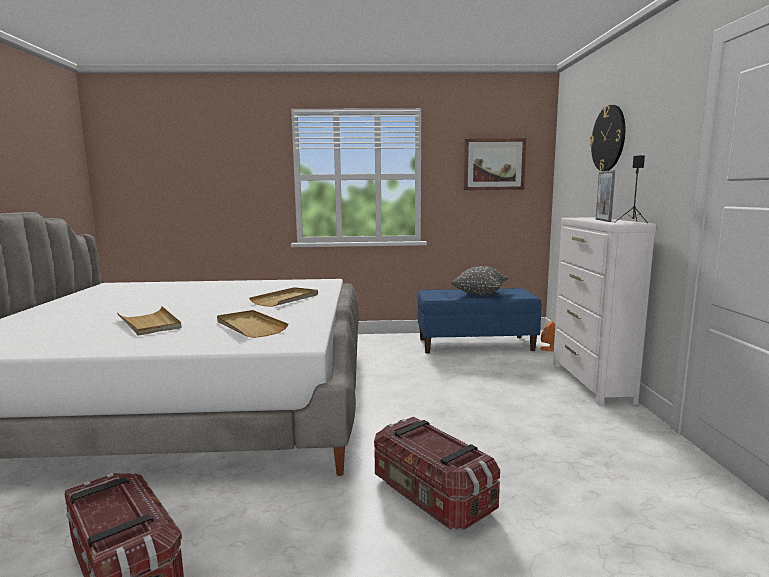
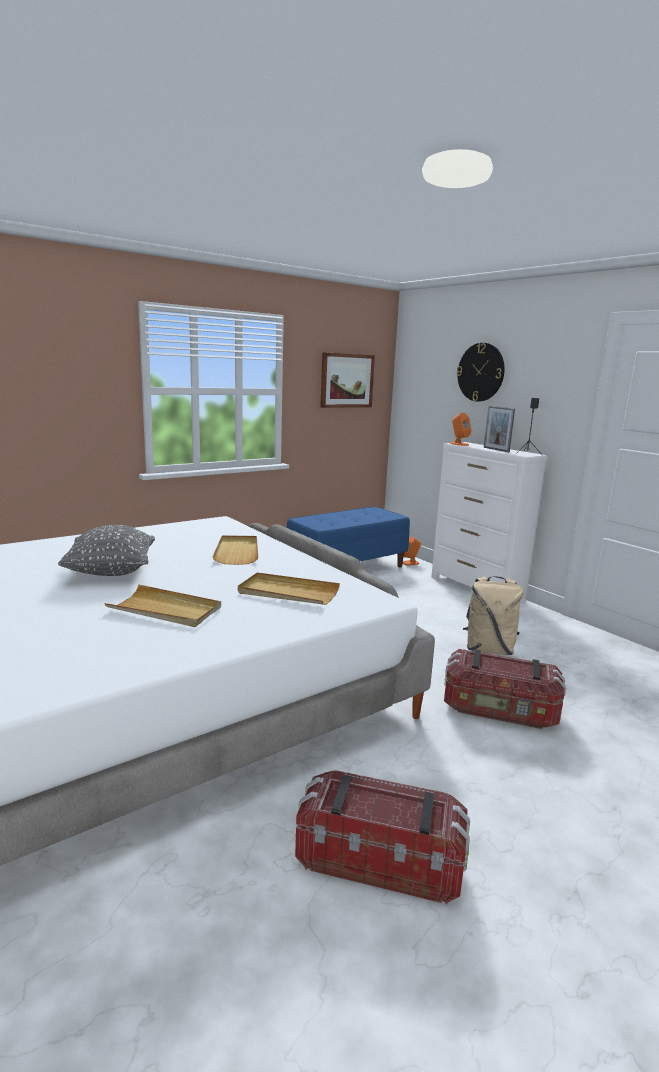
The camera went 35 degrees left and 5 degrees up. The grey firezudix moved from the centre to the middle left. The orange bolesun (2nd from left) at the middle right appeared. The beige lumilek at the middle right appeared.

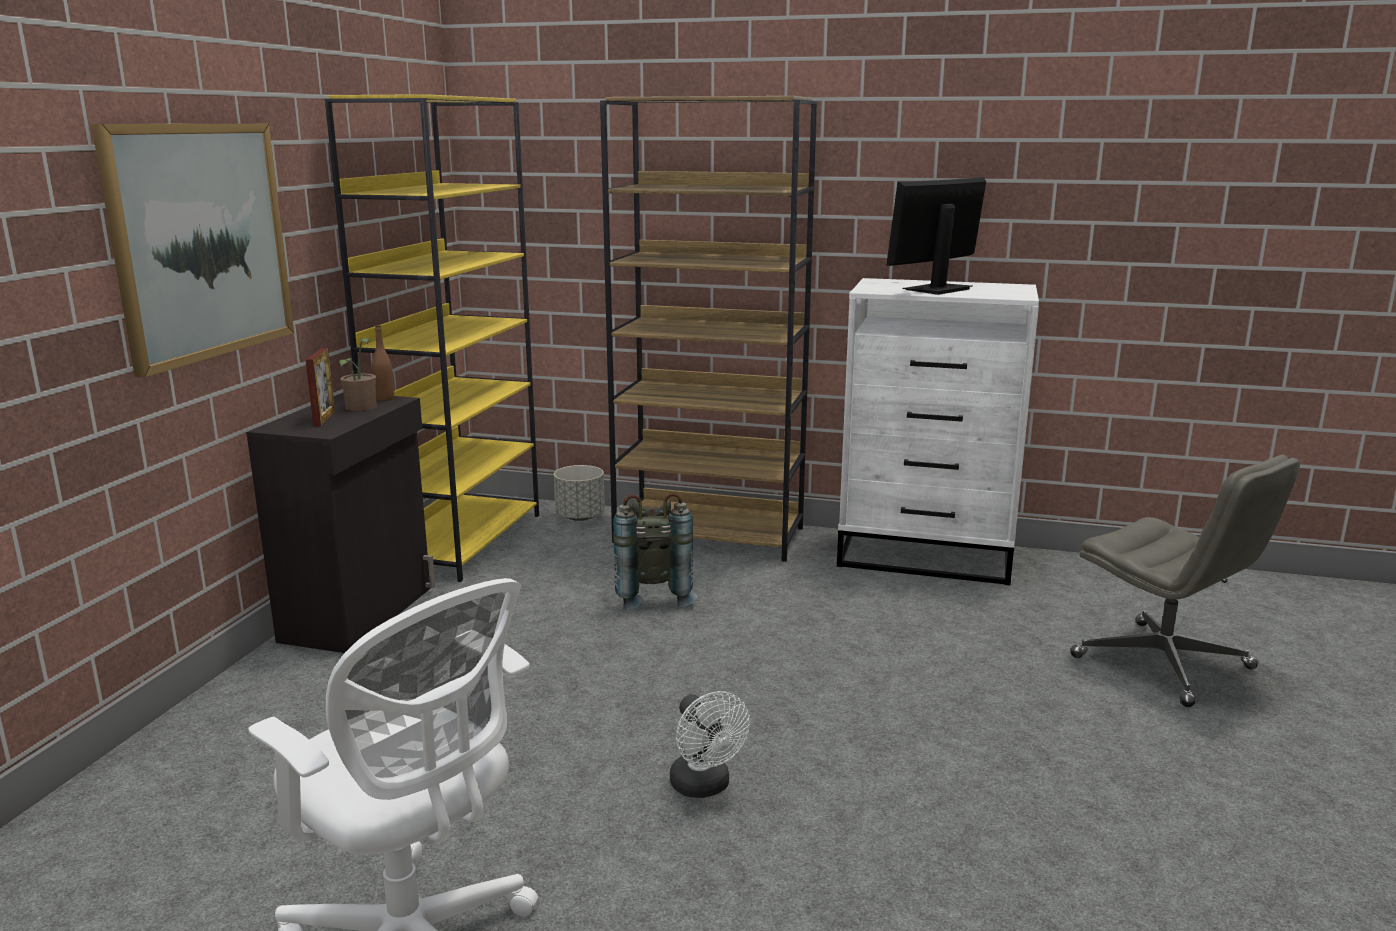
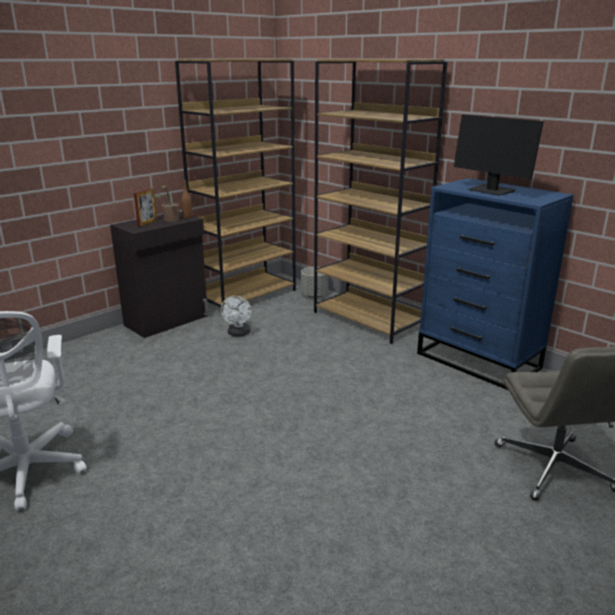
The camera went 30 degrees right and 5 degrees up. The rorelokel at the top left disappeared. The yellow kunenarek at the middle left became the brown kunenarek (1st from left) at the top centre. The grey lumilek at the centre disappeared. The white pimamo moved from the bottom centre to the centre. The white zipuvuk at the middle right became the blue zipuvuk at the middle right. The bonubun at the top right turned 120 degrees counterclockwise.

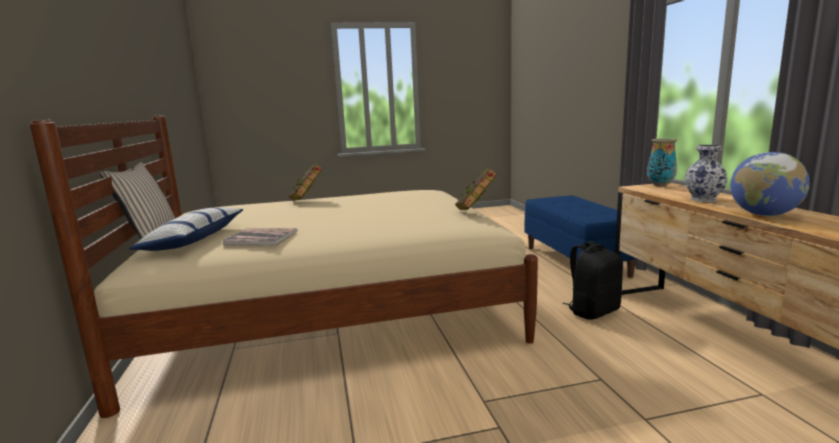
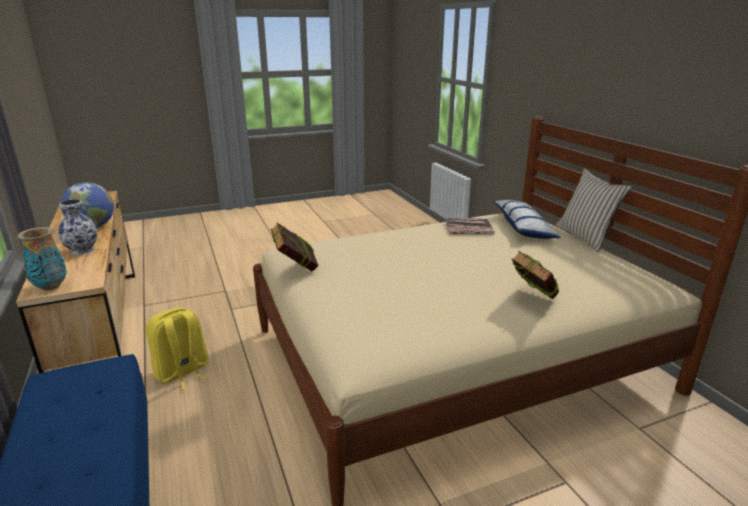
The camera went 170 degrees right and 10 degrees up. The black lumilek at the middle right became the yellow lumilek at the bottom left.

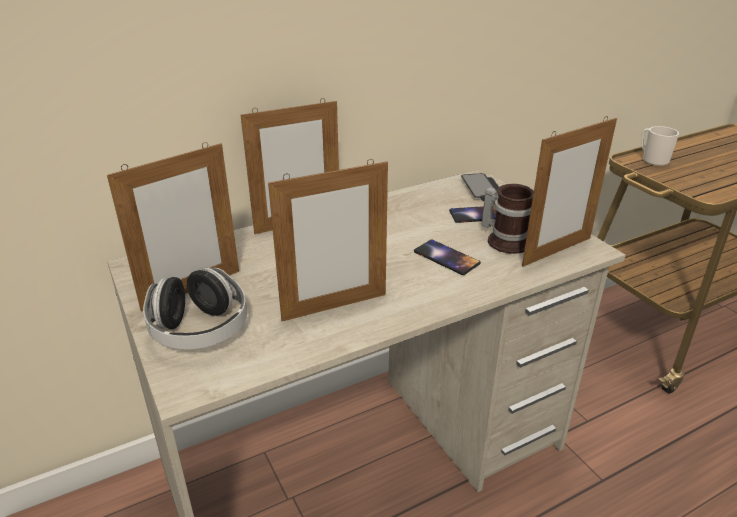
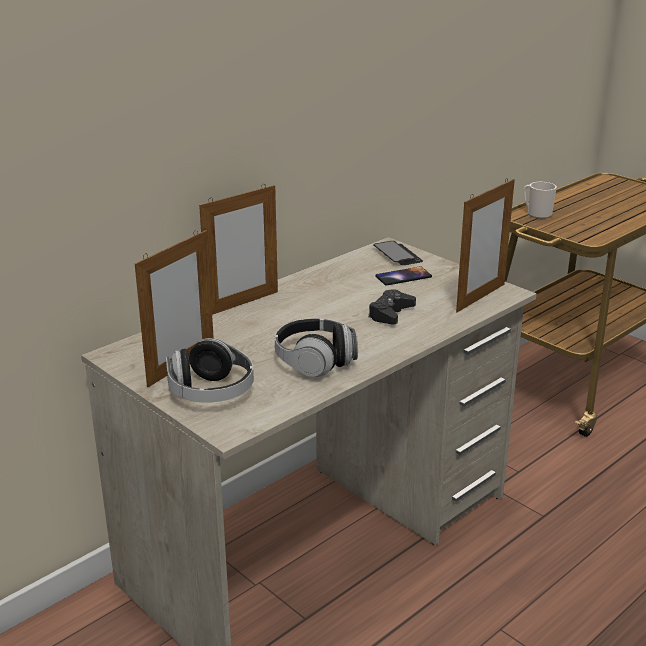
The camera went 15 degrees left and 5 degrees down. The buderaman (3rd from left) at the centre was replaced by the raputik (2nd from left) at the centre. The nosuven (1st from left) at the centre was replaced by the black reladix at the centre. The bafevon (1st from left) at the middle right disappeared.

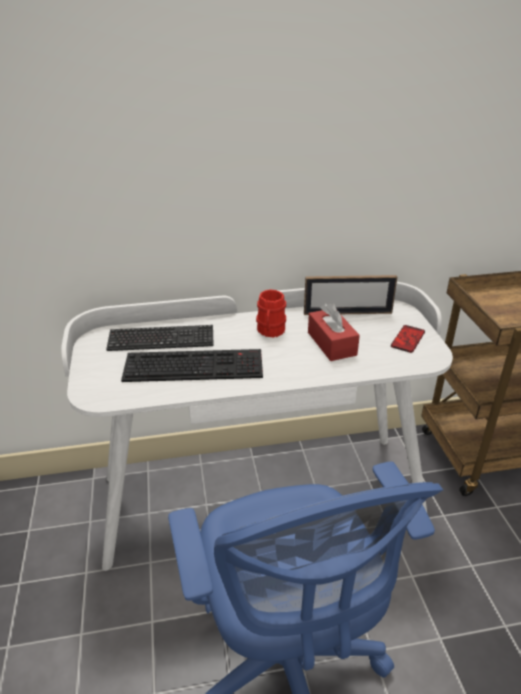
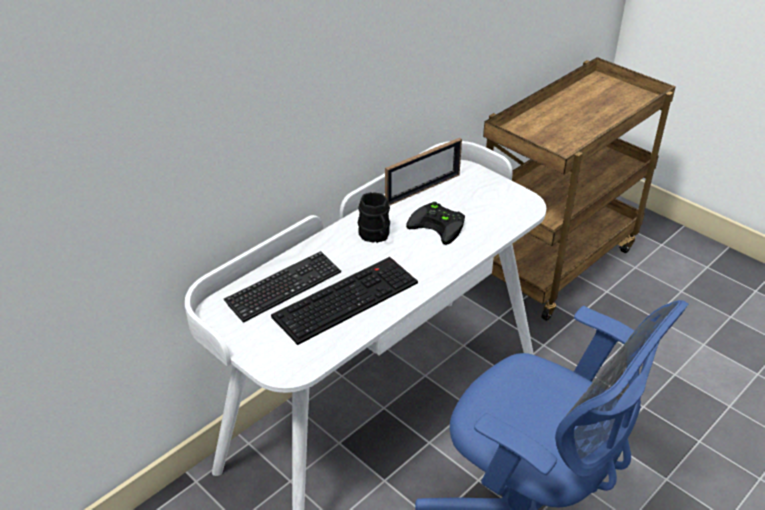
The camera went 35 degrees left and 5 degrees up. The red bafevon at the centre became the black bafevon at the centre. The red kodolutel at the centre was replaced by the black reladix at the centre. The nosuven at the middle right disappeared.

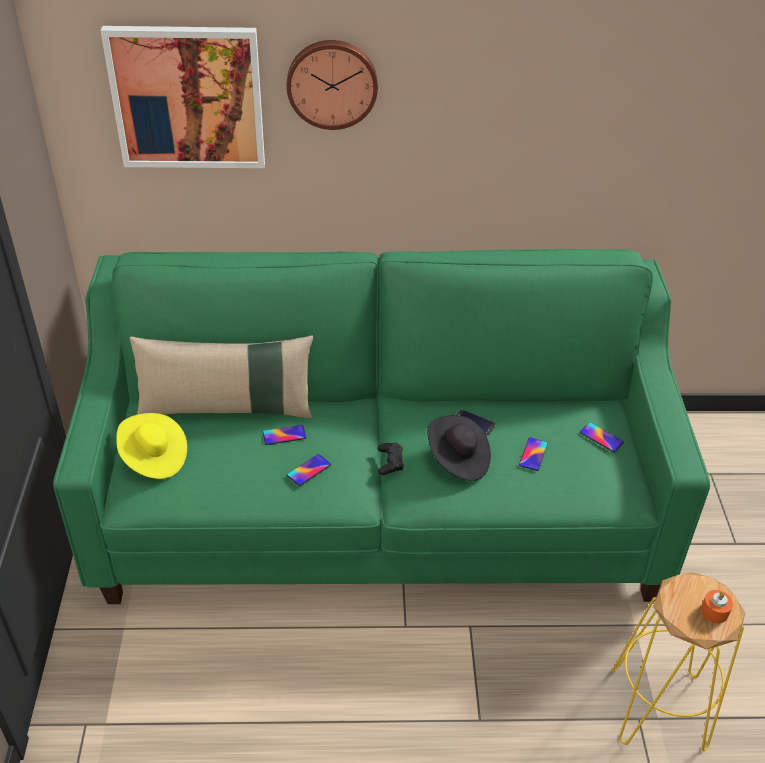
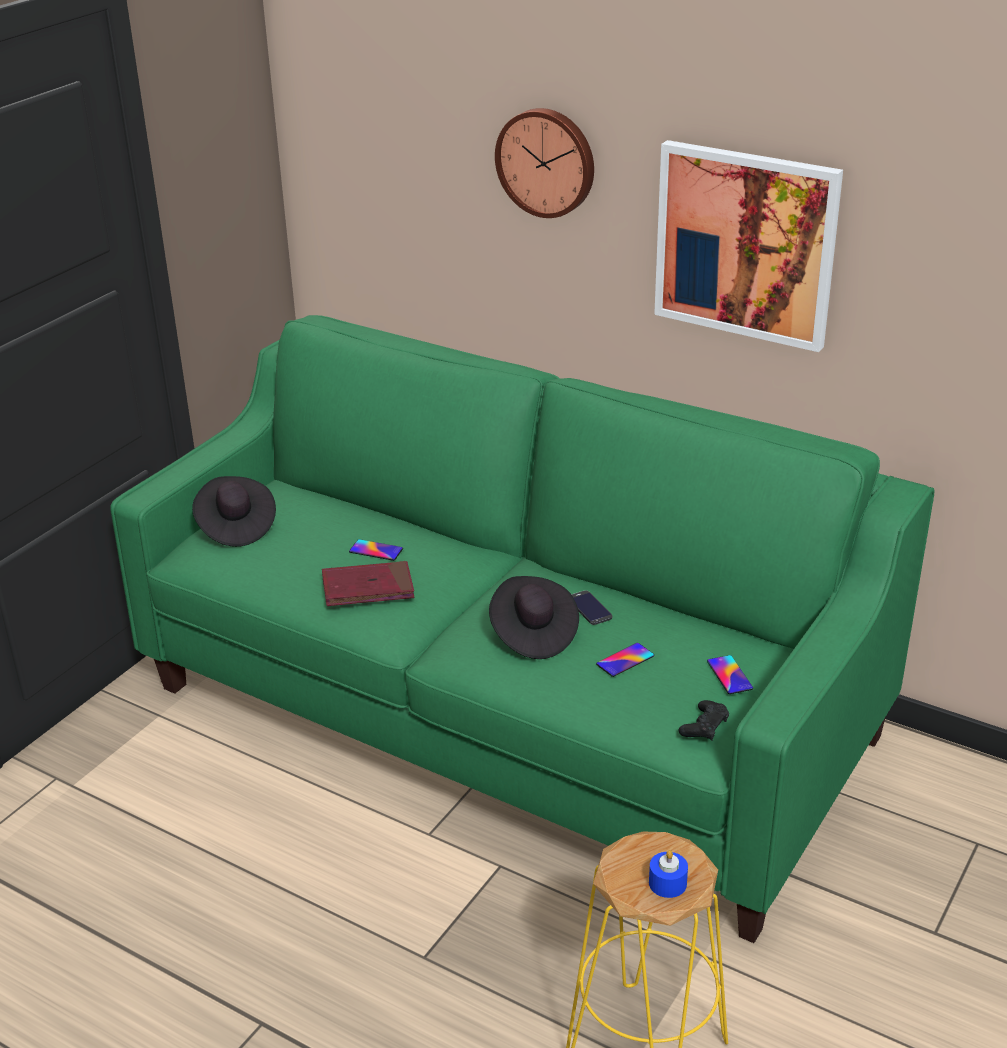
The camera went 35 degrees right and 10 degrees down. The rorelokel moved from the top left to the top right. The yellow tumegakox at the middle left became the black tumegakox (1st from left) at the middle left. The beige firezudix at the middle left disappeared. The nosuven (2nd from left) at the centre was replaced by the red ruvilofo at the centre. The black reladix moved from the centre to the bottom right. The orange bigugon at the bottom right became the blue bigugon at the bottom centre.

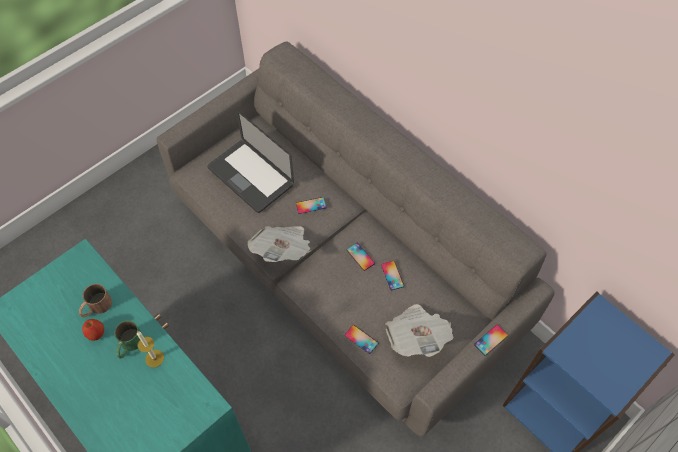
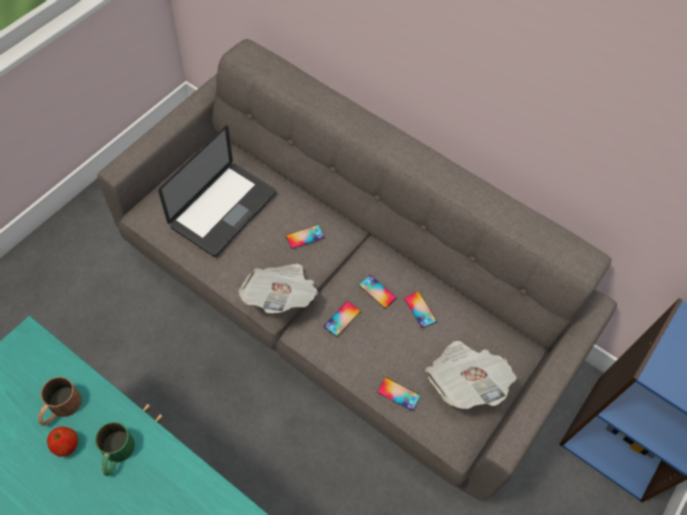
The camera went 15 degrees left and 0 degrees up. The bigugon at the bottom left disappeared. The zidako at the centre turned 90 degrees counterclockwise. The nosuven (5th from left in the first image) moved from the bottom right to the centre.

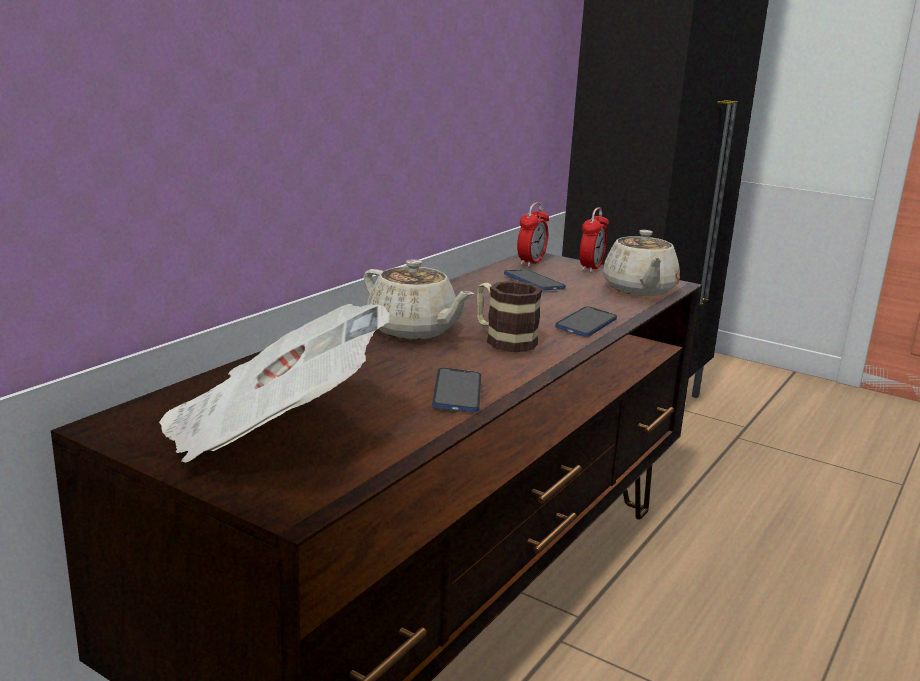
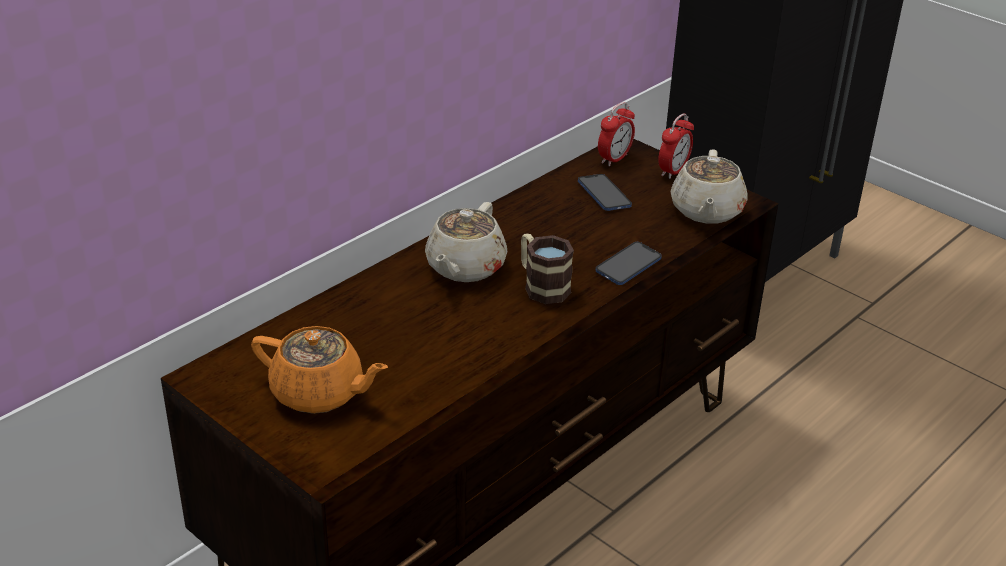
The camera went 10 degrees right and 15 degrees up. The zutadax at the middle left was replaced by the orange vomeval at the middle left. The beige vomeval (1st from left) at the centre turned 60 degrees clockwise. The nosuven (1st from left) at the centre disappeared.

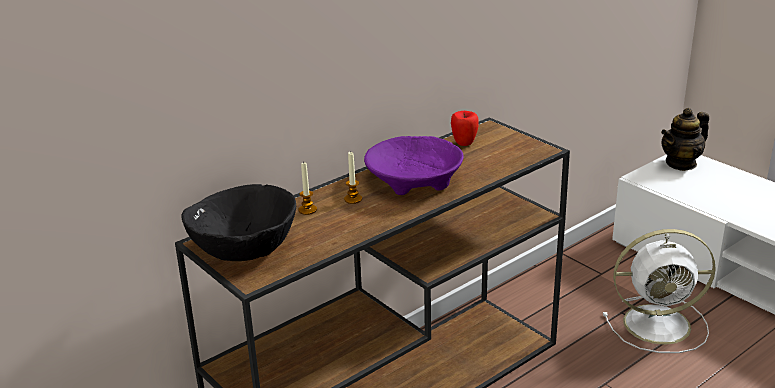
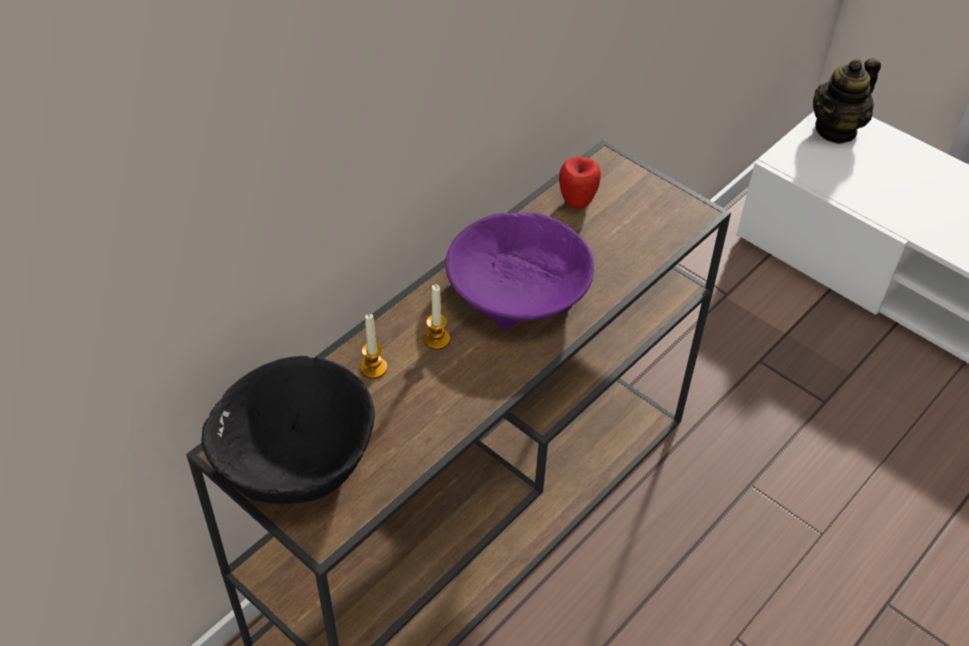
The camera went 10 degrees left and 20 degrees up. The white pimamo at the bottom right disappeared.

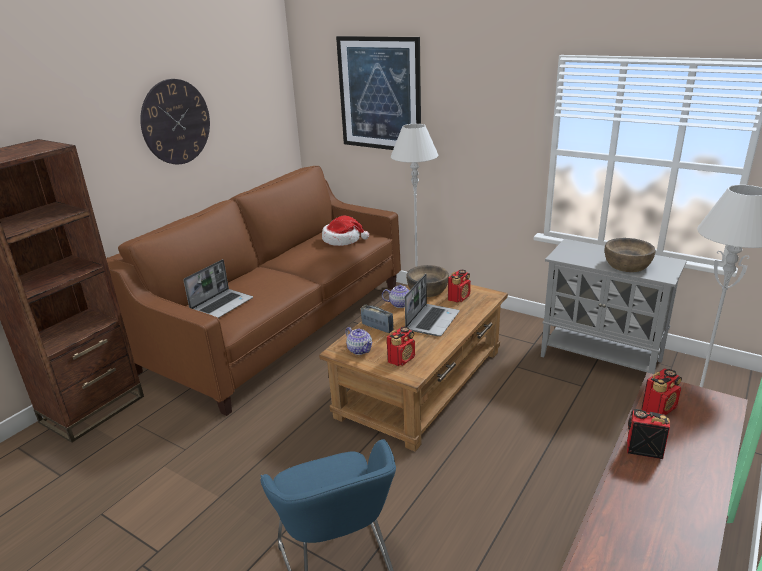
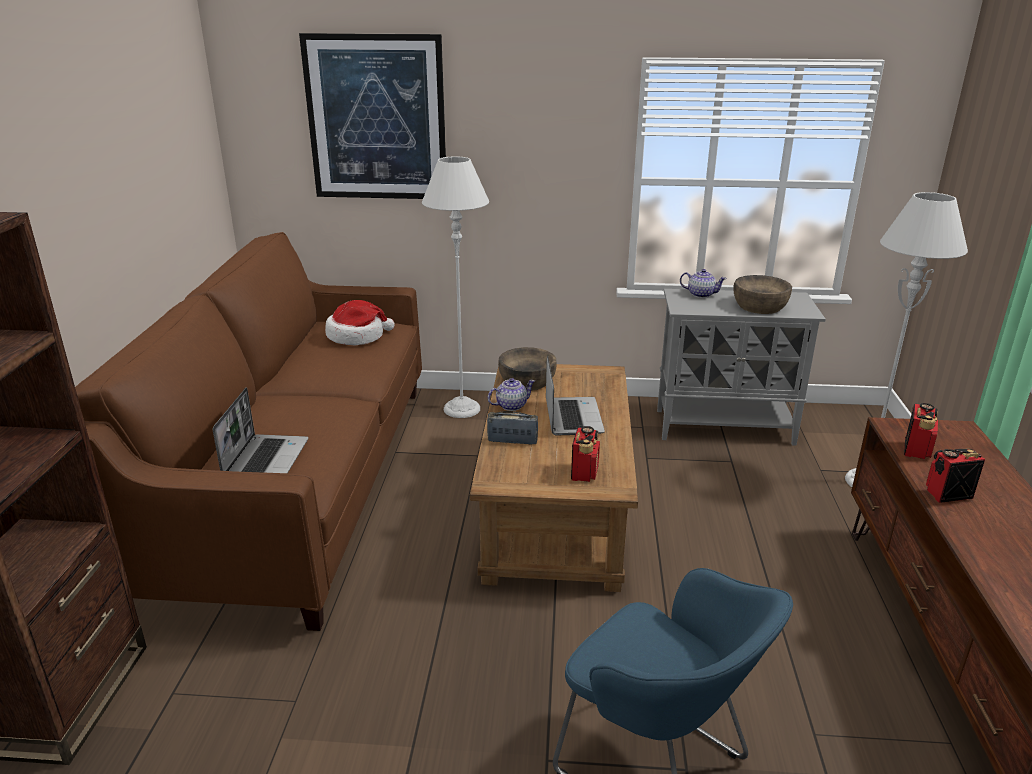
The camera went 30 degrees left and 0 degrees up. The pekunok at the top left disappeared. The vomeval (1st from left in the first image) moved from the centre to the middle right. The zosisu (3rd from left) at the centre disappeared.

